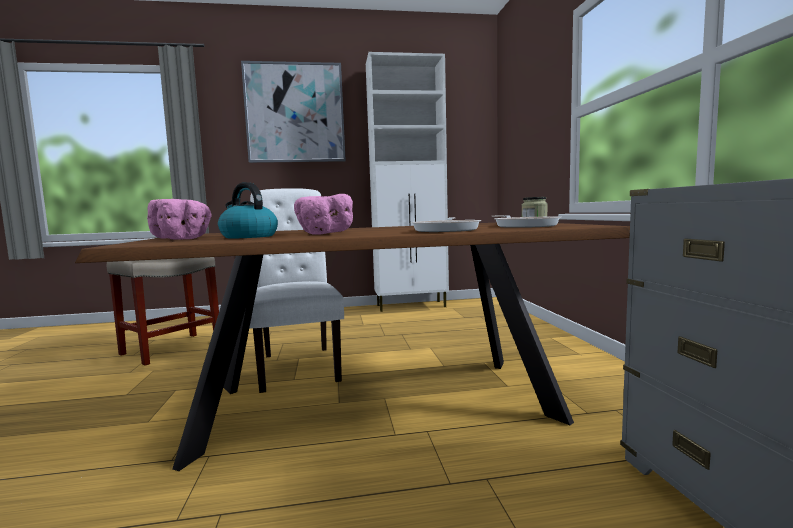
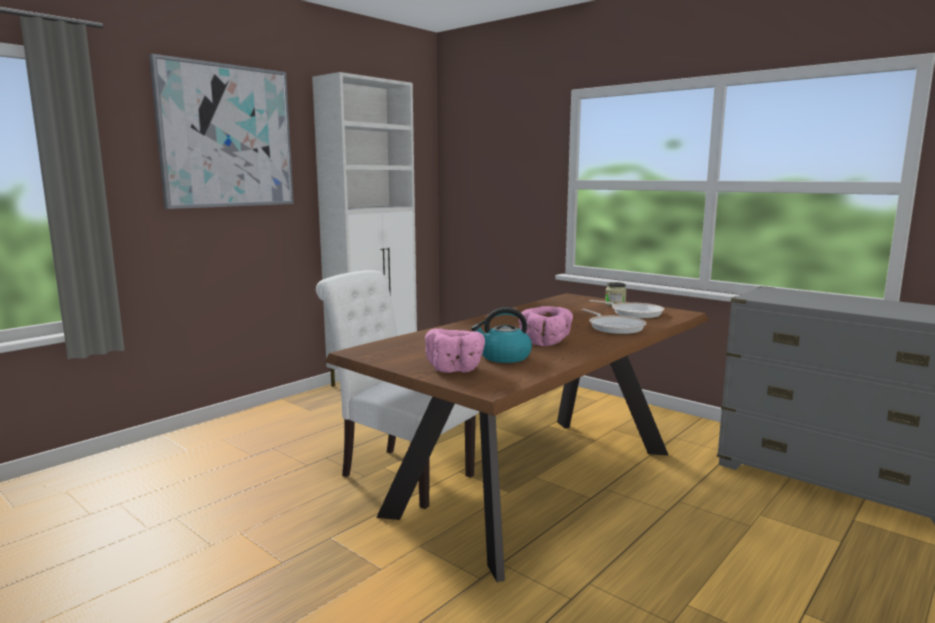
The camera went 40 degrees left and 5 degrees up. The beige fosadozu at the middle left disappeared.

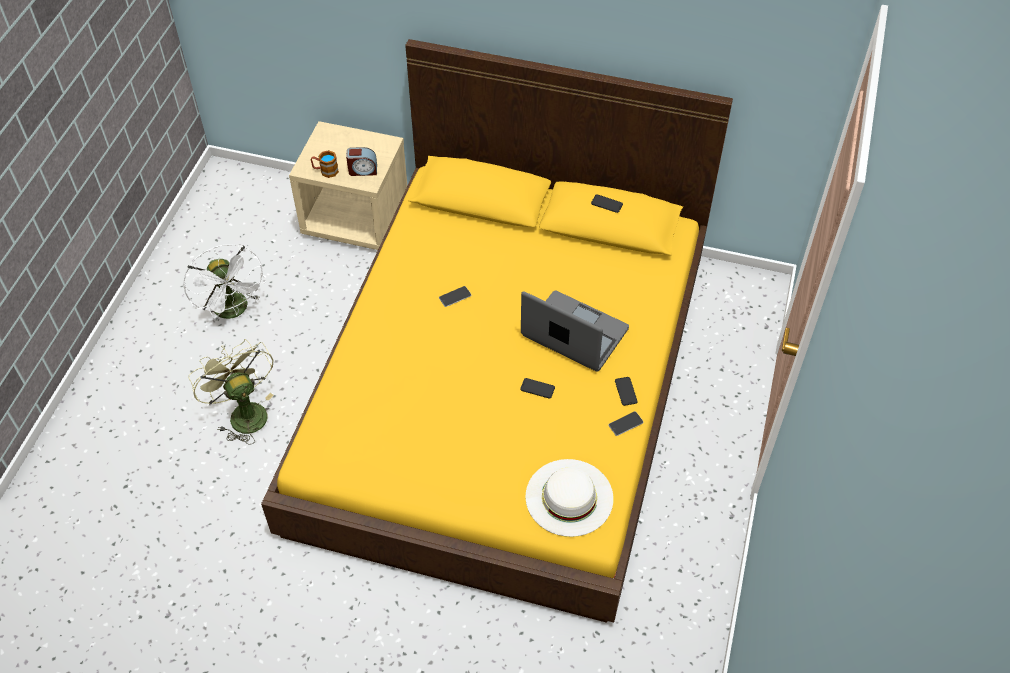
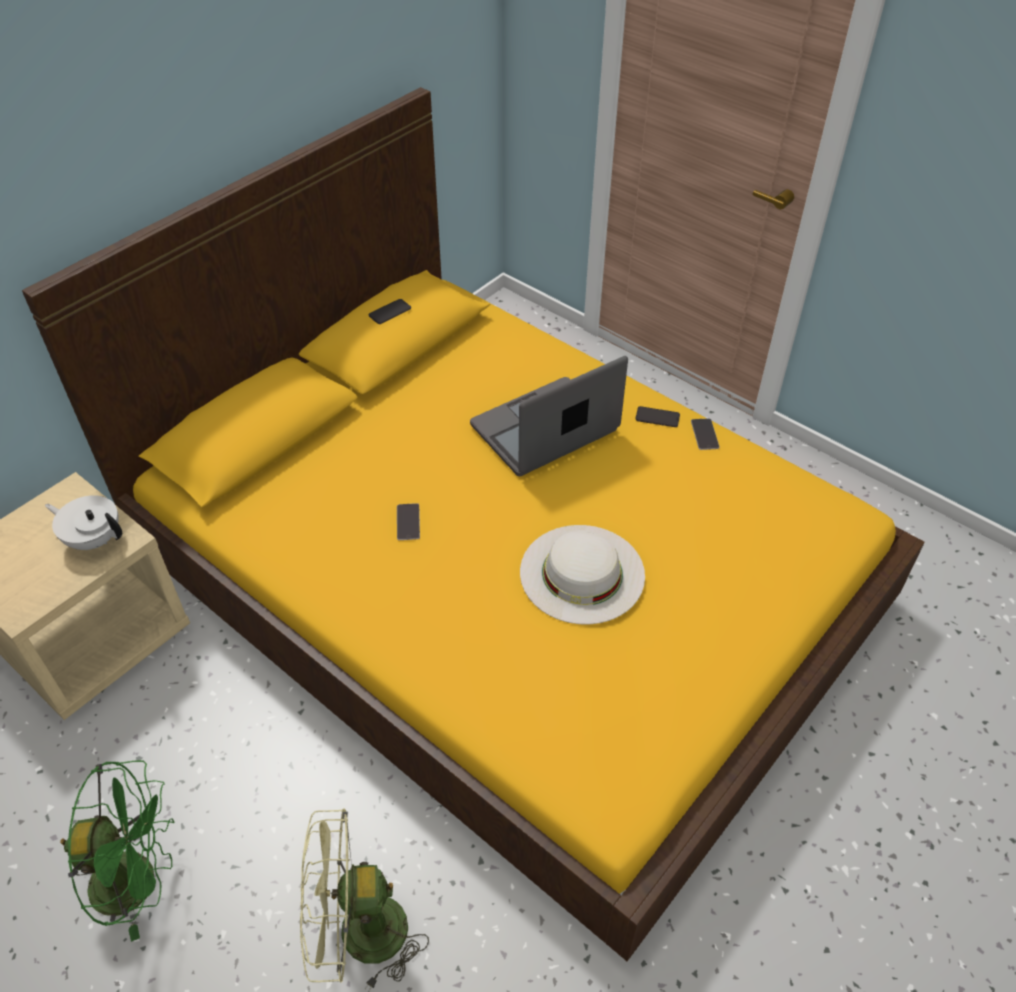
The camera went 65 degrees left and 5 degrees down. The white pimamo at the middle left became the green pimamo (1st from left) at the bottom left. The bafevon at the top left disappeared. The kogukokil at the top centre was replaced by the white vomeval at the middle left. The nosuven (2nd from left) at the centre disappeared. The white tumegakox moved from the bottom centre to the centre.

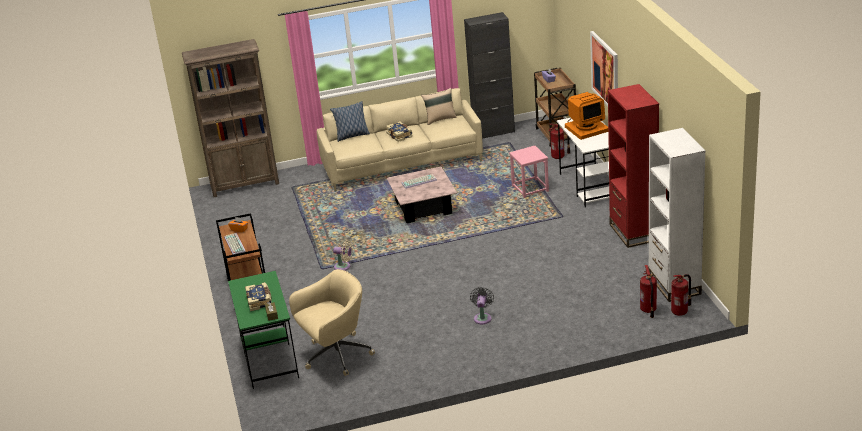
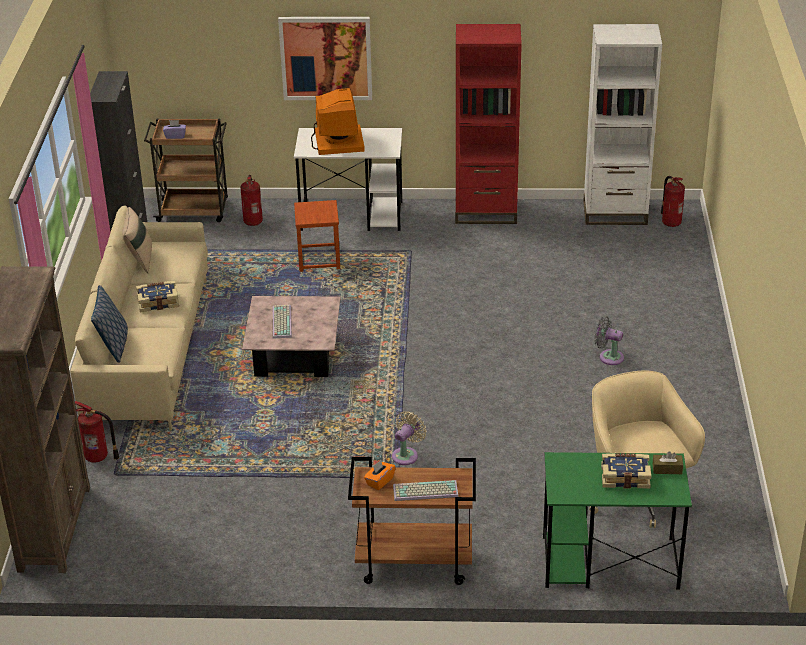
The camera went 75 degrees left and 5 degrees up. The pink fosadozu at the centre became the brown fosadozu at the centre. The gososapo (2nd from left in the first image) moved from the bottom right to the bottom left.

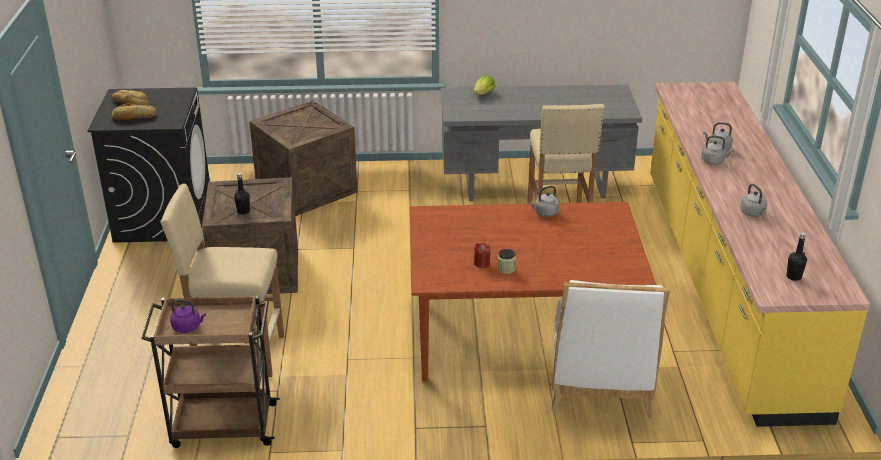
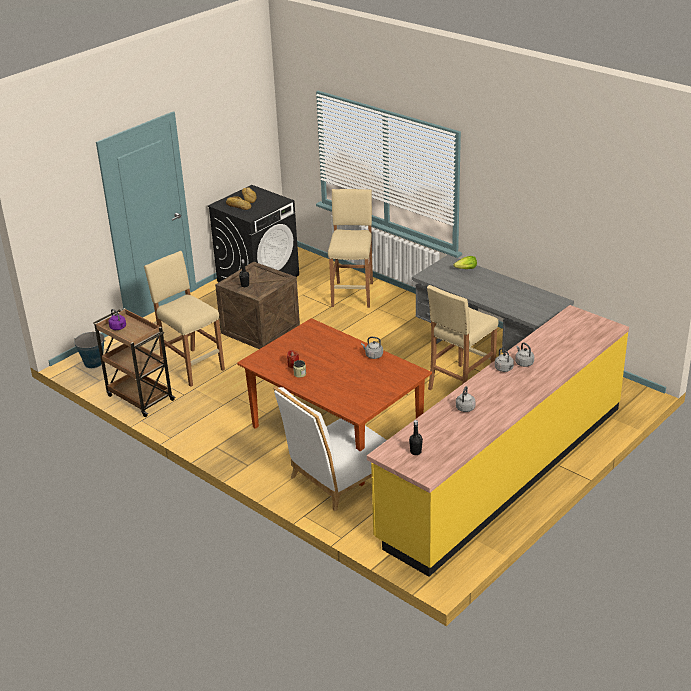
The camera went 45 degrees right and 0 degrees up. The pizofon (2nd from left) at the centre was replaced by the beige fosadozu (2nd from left) at the centre. The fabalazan at the middle left appeared.

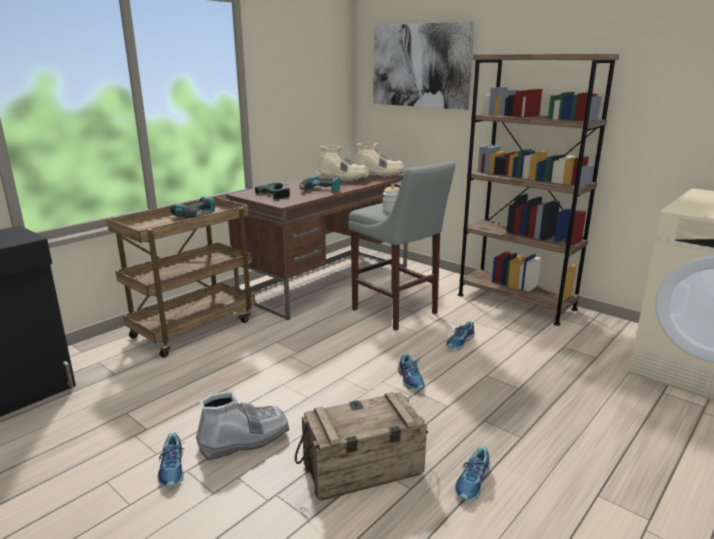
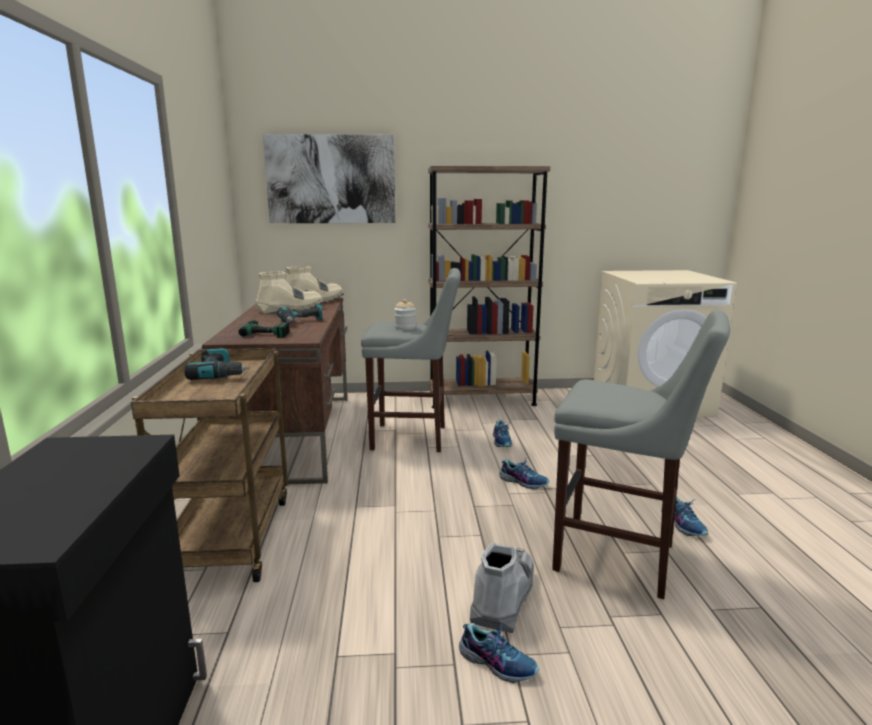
The camera went 45 degrees left and 5 degrees down. The pizofon at the bottom centre was replaced by the grey fosadozu (2nd from left) at the middle right.

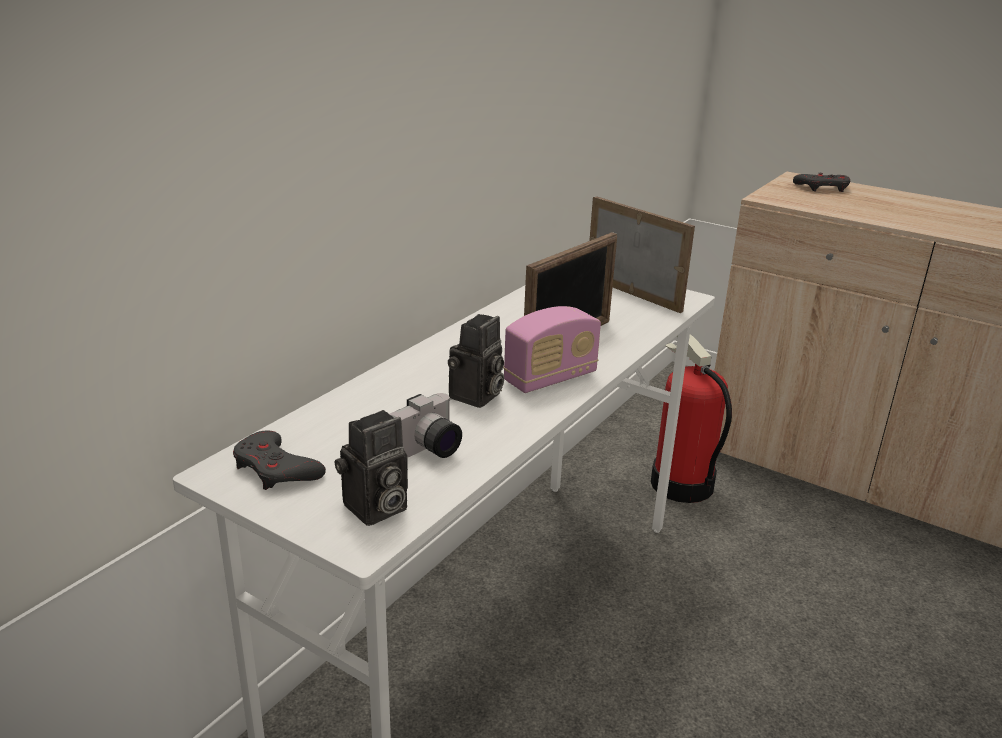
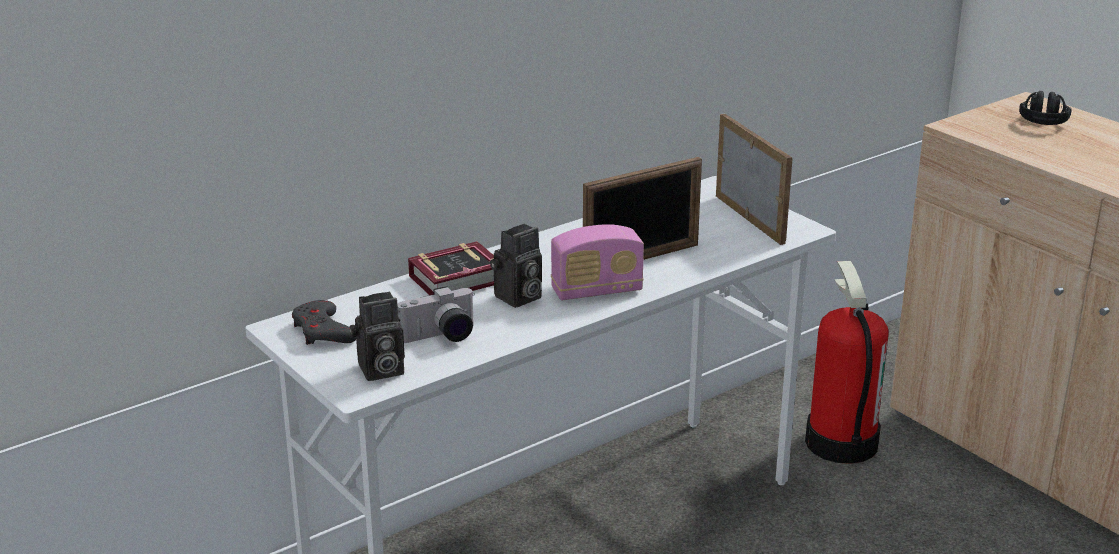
The camera went 20 degrees right and 0 degrees up. The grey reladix (2nd from left) at the top right was replaced by the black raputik at the top right. The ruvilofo at the centre appeared.

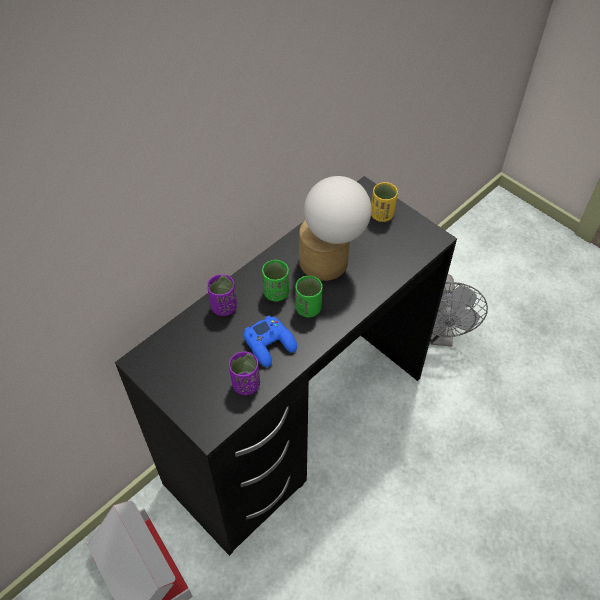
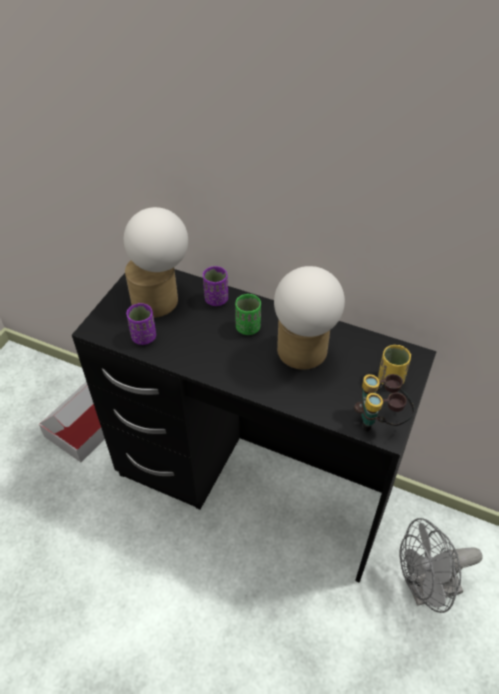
The camera went 70 degrees right and 5 degrees down. The blue reladix at the centre disappeared. The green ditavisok (2nd from left) at the centre disappeared. The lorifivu (1st from left) at the middle left appeared. The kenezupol at the middle right appeared.

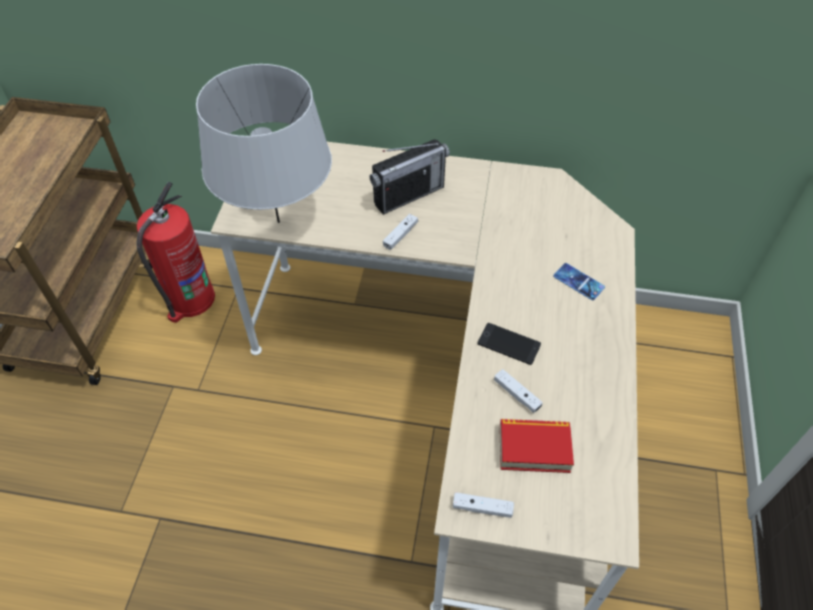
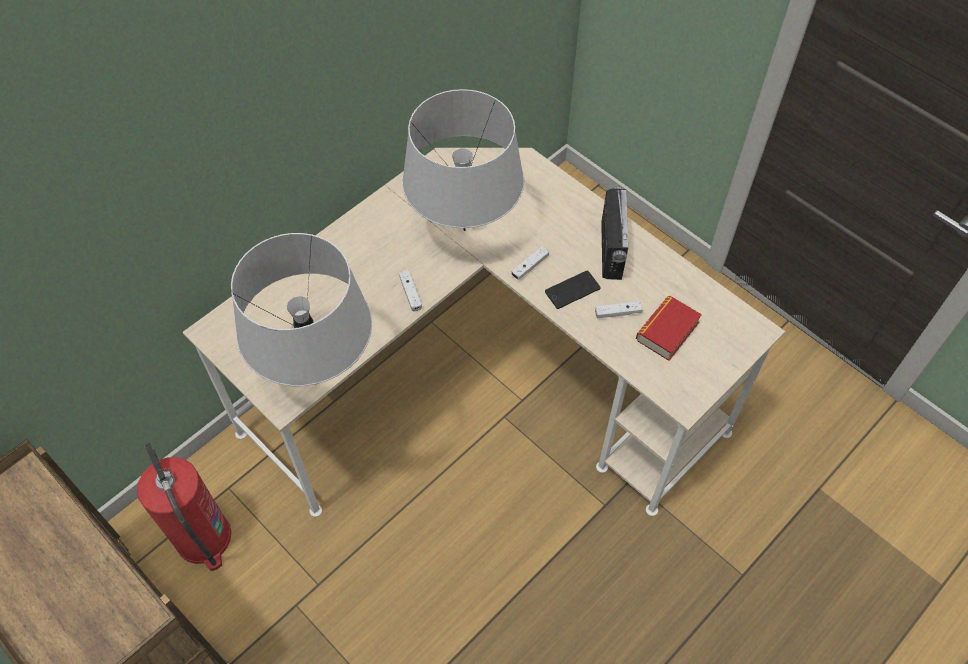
The camera went 55 degrees left and 5 degrees up. The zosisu moved from the top centre to the centre. The white reladix (2nd from left) moved from the bottom centre to the centre. The nosuven (2nd from left) at the middle right disappeared. The grey lorifivu (2nd from left) at the top centre appeared.

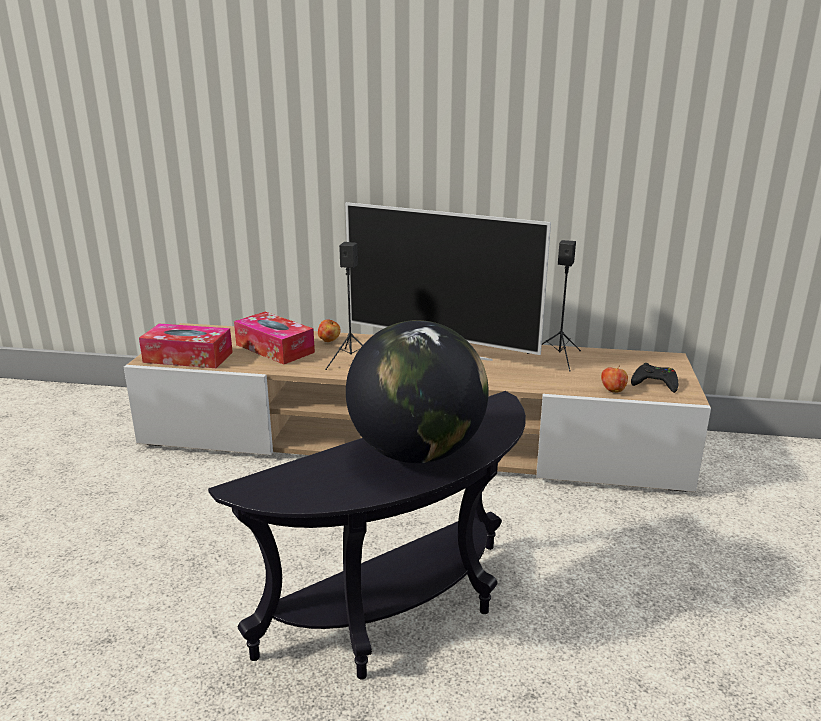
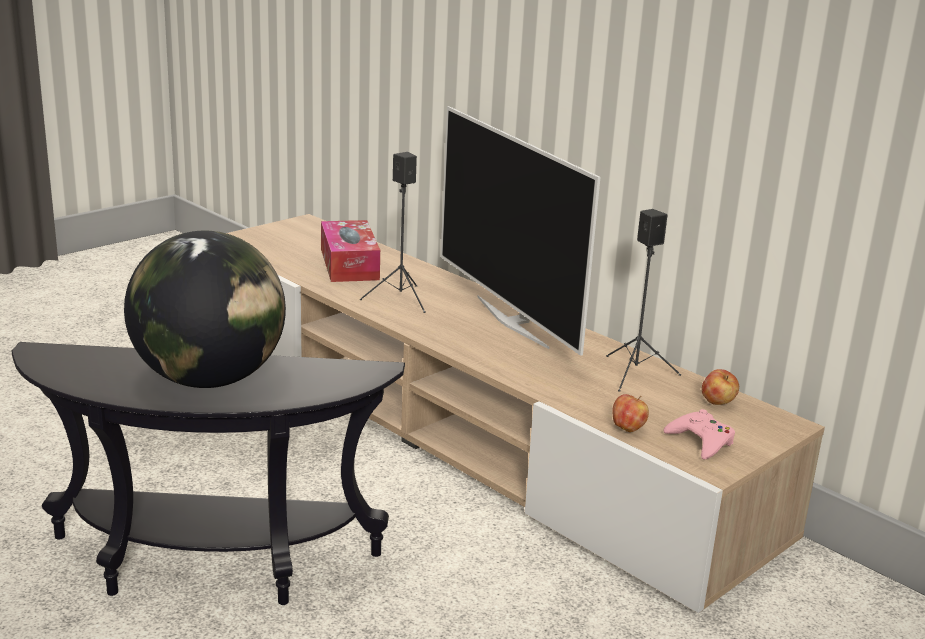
The camera went 35 degrees right and 0 degrees up. The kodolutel (1st from left) at the middle left disappeared. The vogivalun (1st from left in the first image) moved from the centre to the middle right. The black reladix at the middle right became the pink reladix at the bottom right.

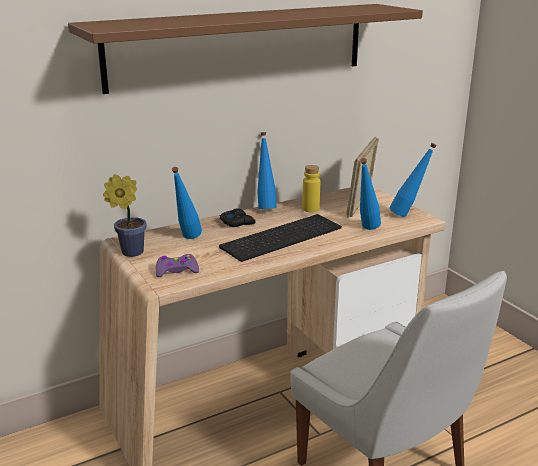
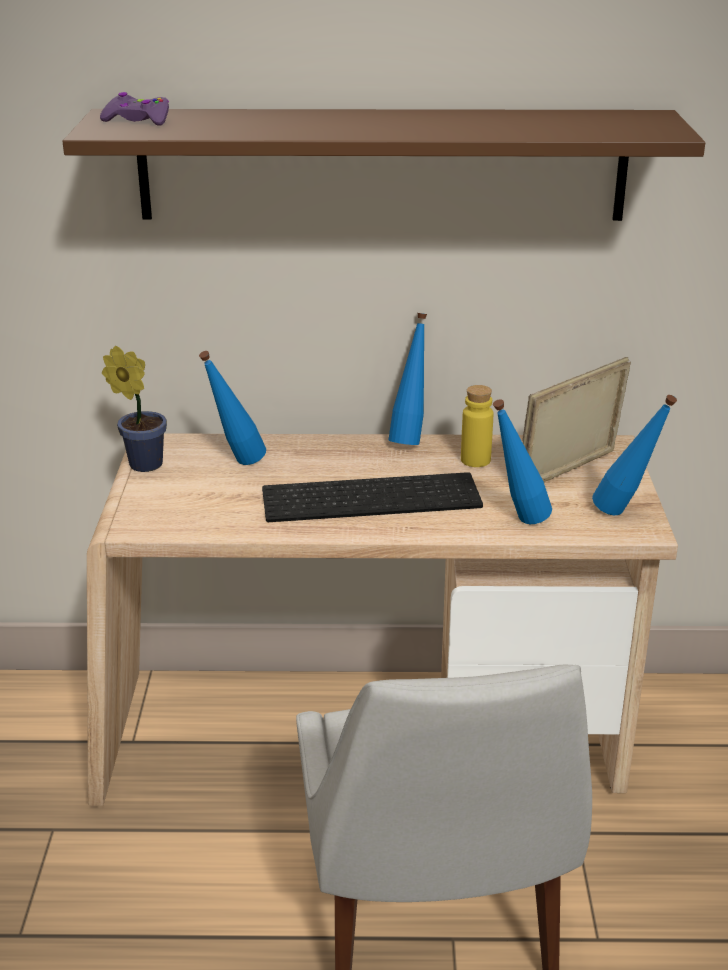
The camera went 30 degrees right and 5 degrees up. The purple reladix moved from the middle left to the top left. The black reladix at the centre disappeared.

